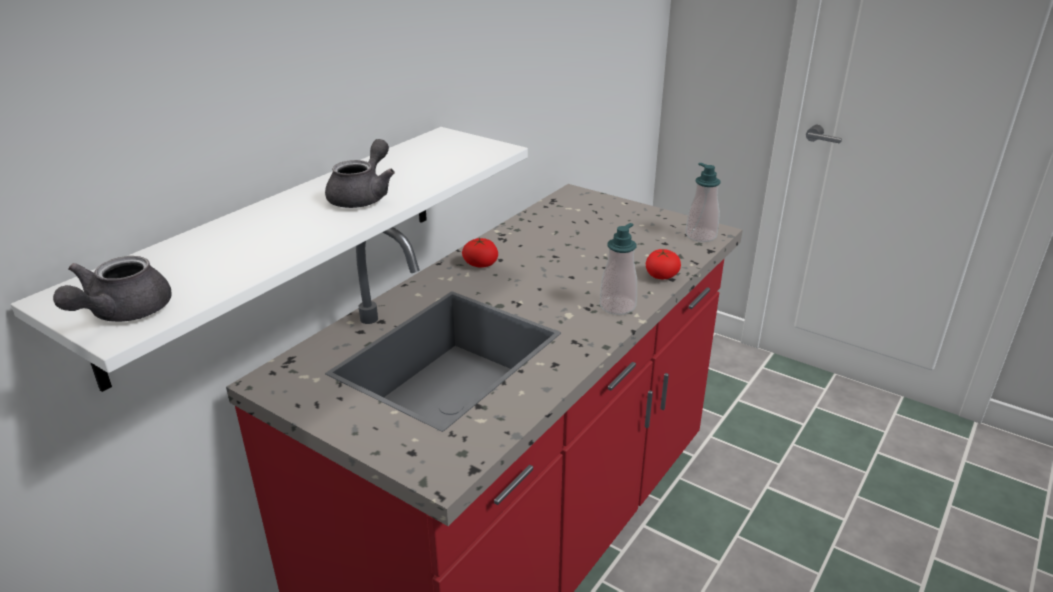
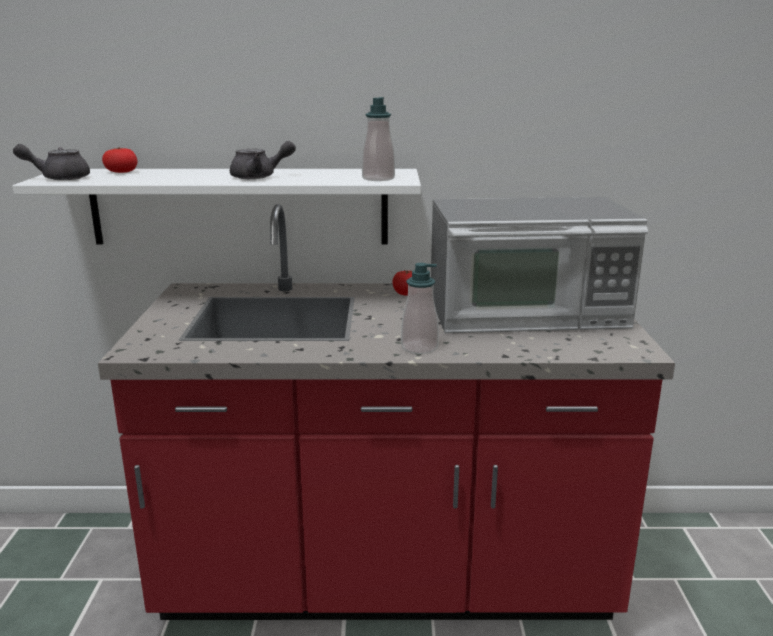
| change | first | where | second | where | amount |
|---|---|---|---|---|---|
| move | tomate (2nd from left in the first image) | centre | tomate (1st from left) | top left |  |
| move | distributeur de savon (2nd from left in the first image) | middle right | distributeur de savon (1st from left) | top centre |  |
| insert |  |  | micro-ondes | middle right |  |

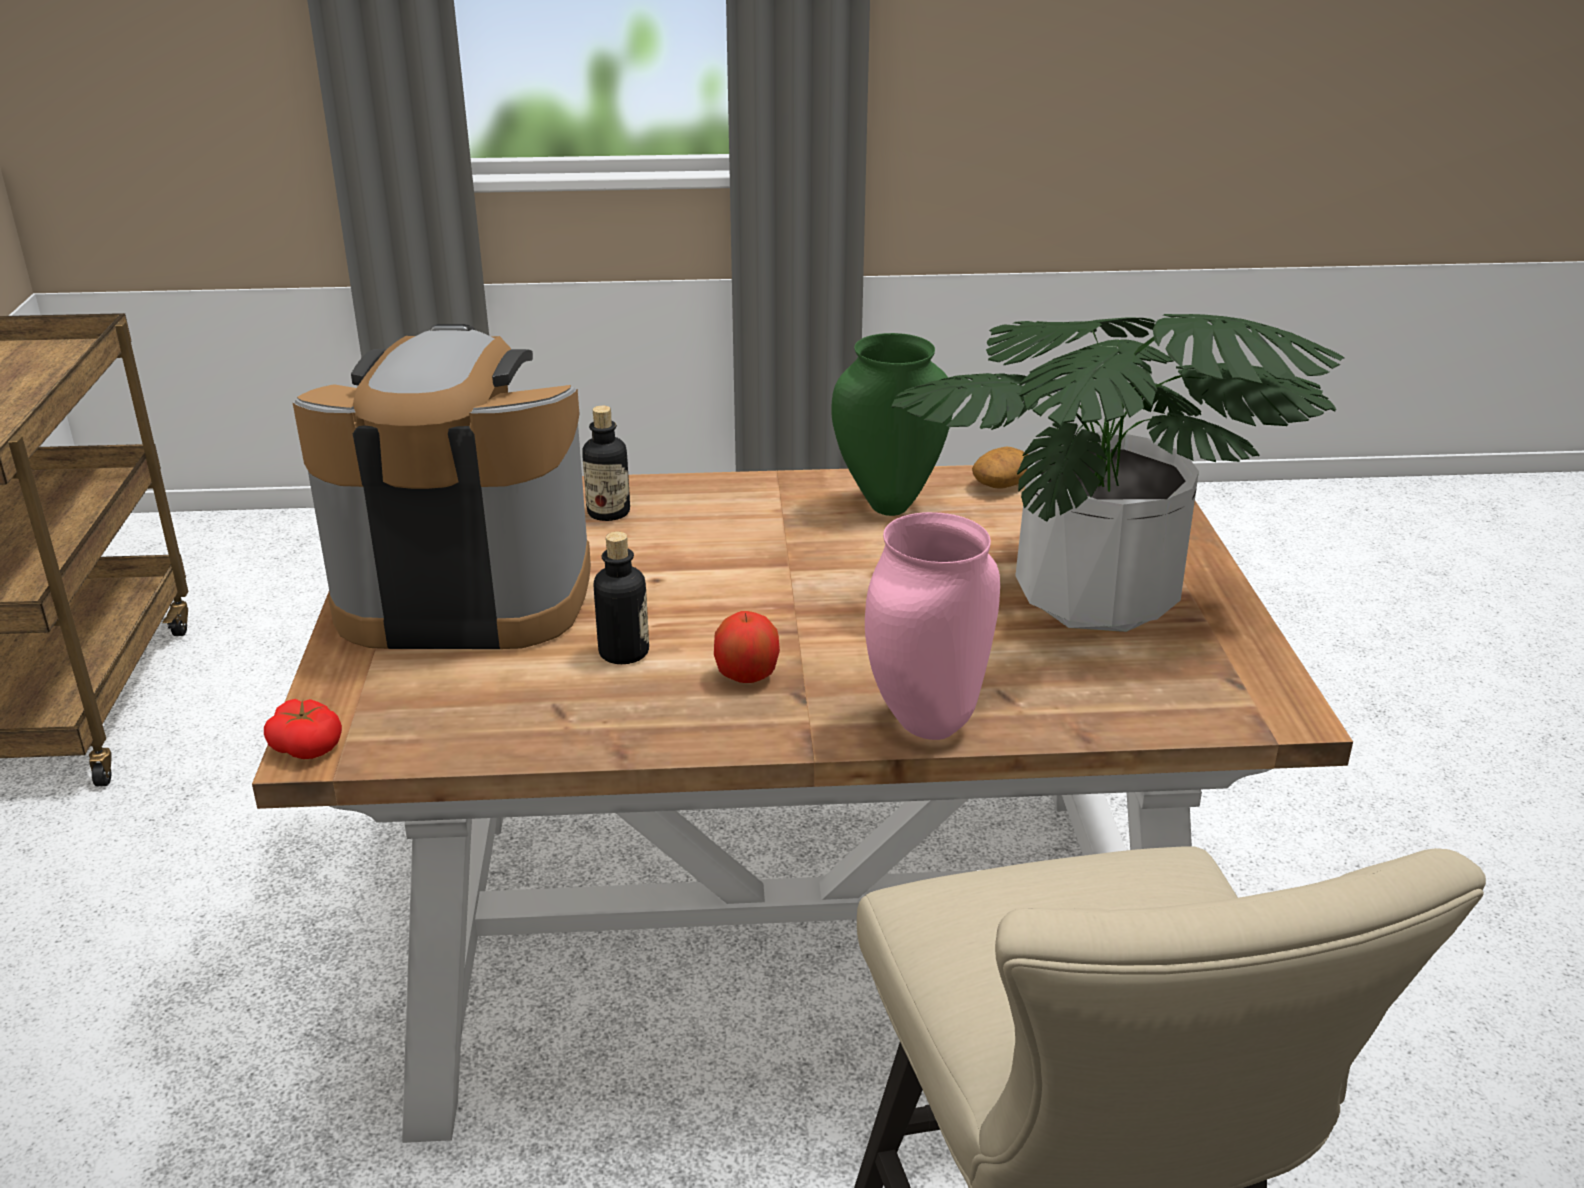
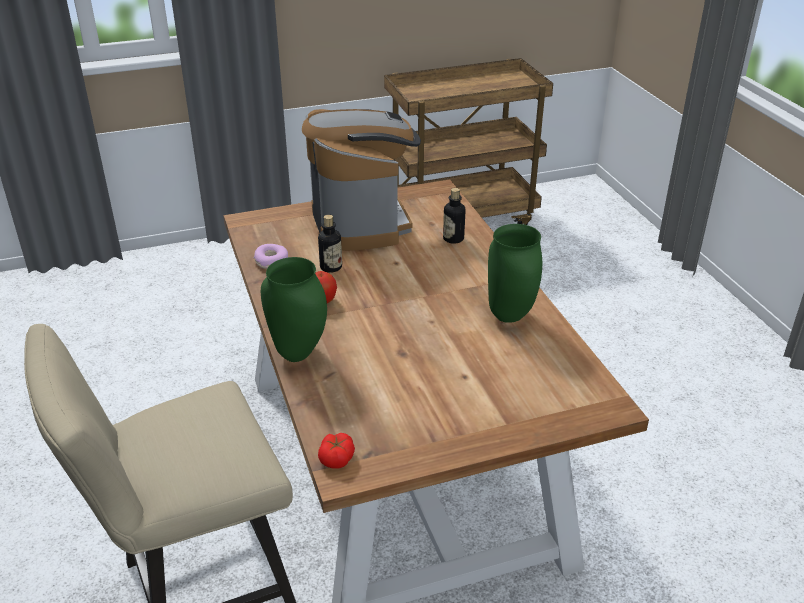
| change | first | where | second | where | amount |
|---|---|---|---|---|---|
| insert |  |  | beignet | centre |  |
| recolor | vase [rose] | centre | vase [vert] (1st from left) | centre |  |
| move | tomate | middle left |  | bottom centre |  |
| delete | plante en pot | middle right |  |  |  |
| delete | pomme de terre | centre |  |  |  |

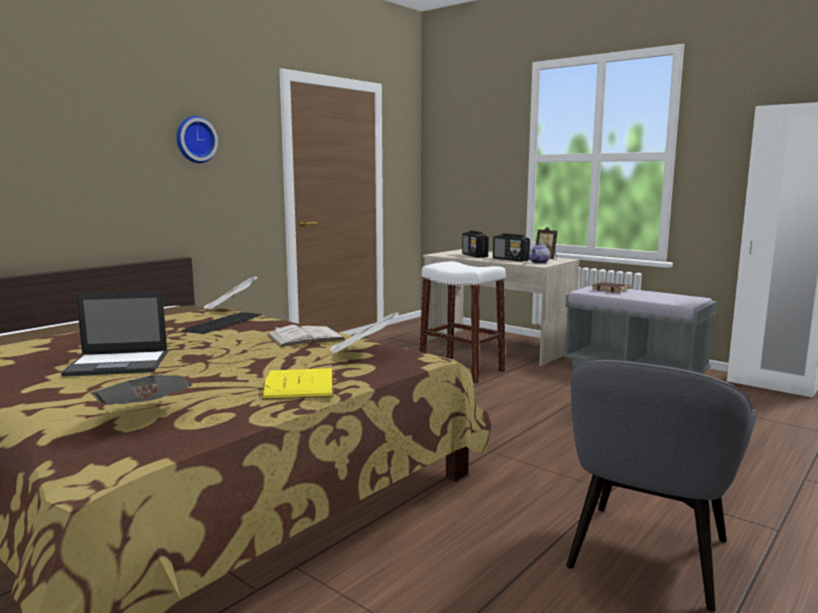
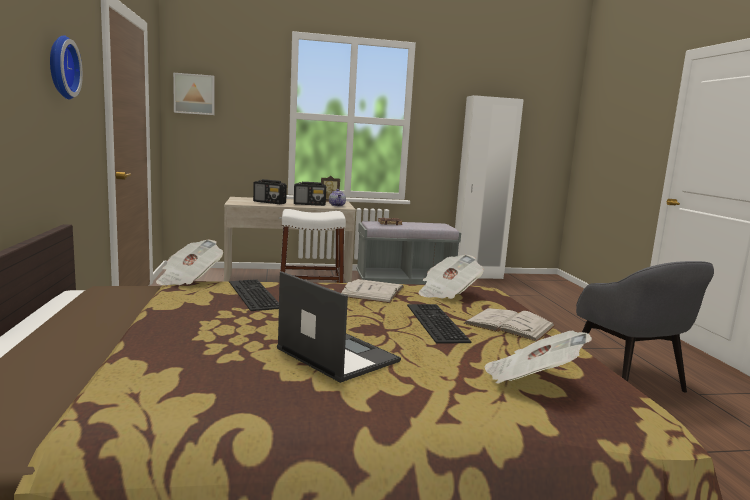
| change | first | where | second | where | amount |
|---|---|---|---|---|---|
| insert |  |  | tableau | top left |  |
| rotate | ordinateur portable | middle left |  | centre | 75 degrees counterclockwise |
| insert |  |  | clavier (2nd from left) | centre |  |
| recolor | livre [jaune] | centre | livre [blanc] (2nd from left) | middle right |  |

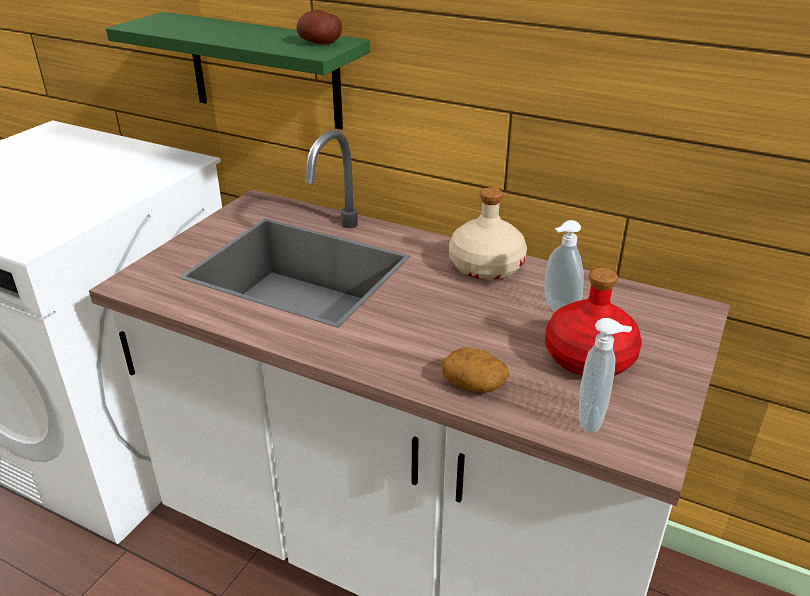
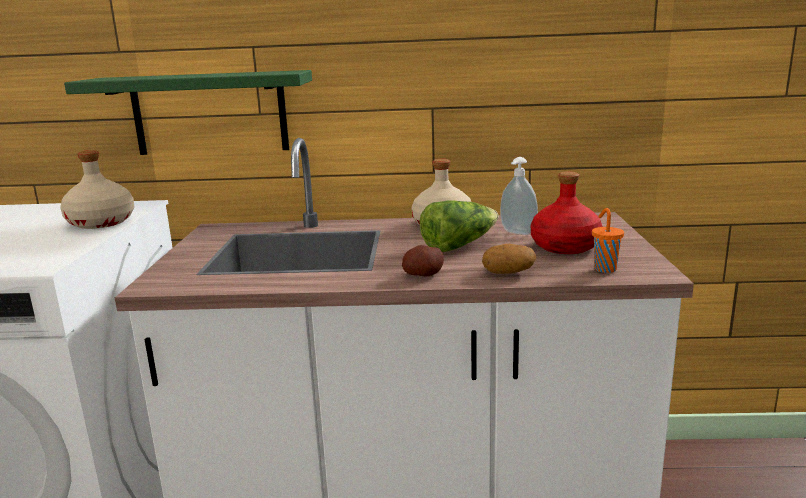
| change | first | where | second | where | amount |
|---|---|---|---|---|---|
| insert |  |  | bouteille [beige] (1st from left) | middle left |  |
| move | pomme de terre (1st from left) | top centre |  | centre |  |
| insert |  |  | laitue | centre |  |
| replace | distributeur de savon (2nd from left) | middle right | tasse [orange] | middle right |  |

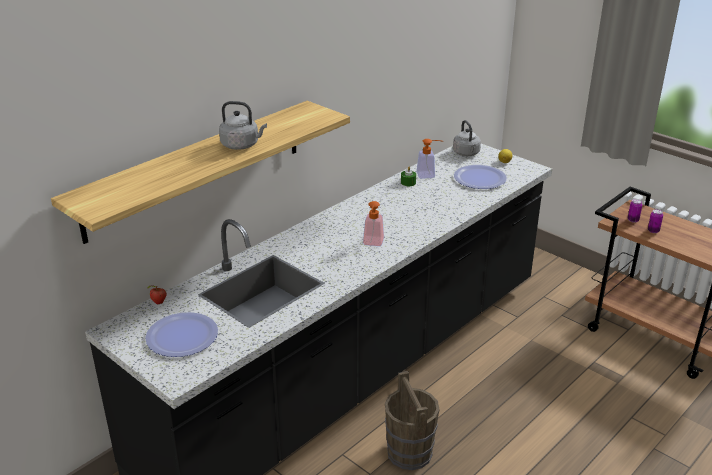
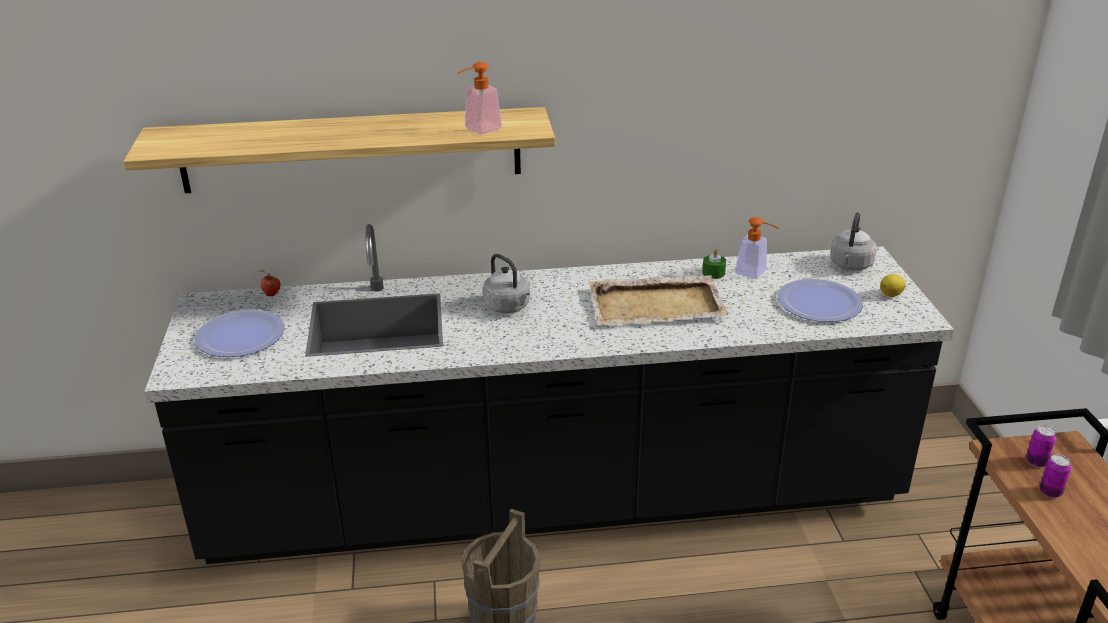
| change | first | where | second | where | amount |
|---|---|---|---|---|---|
| move | distributeur de savon (1st from left) | centre |  | top centre |  |
| move | bouilloire [gris] (1st from left) | top centre |  | centre |  |
| insert |  |  | plateau [beige] | centre |  |

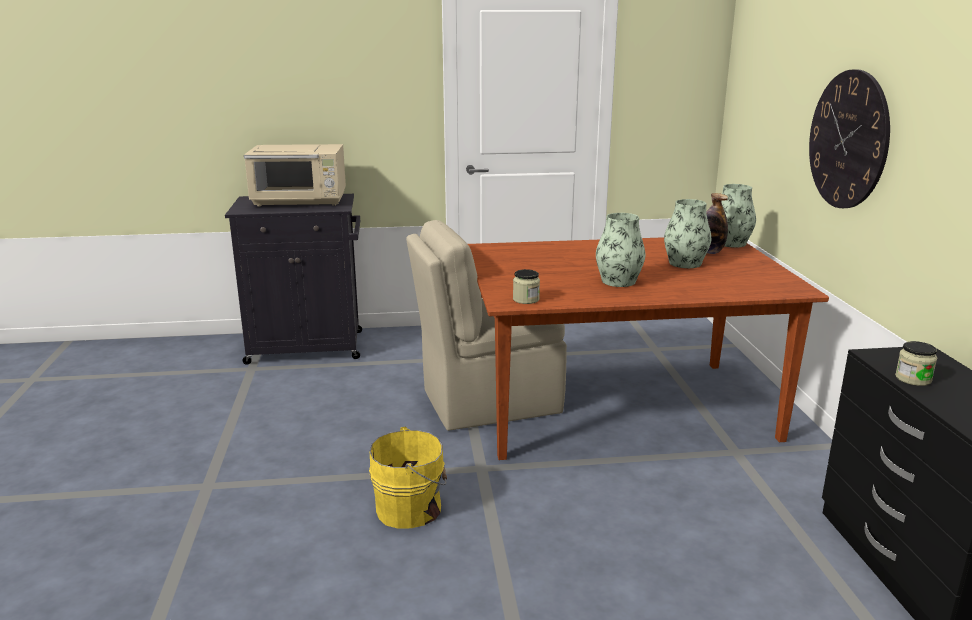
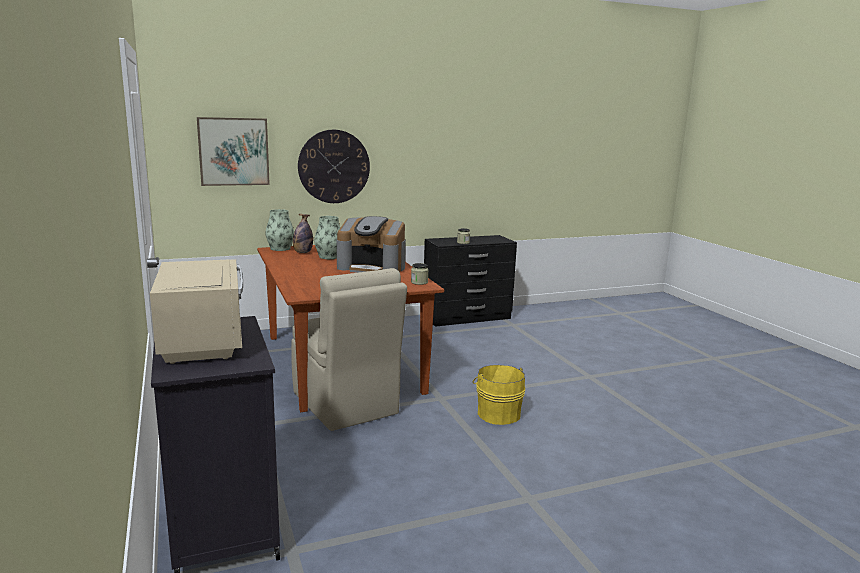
| change | first | where | second | where | amount |
|---|---|---|---|---|---|
| insert |  |  | tableau | top left |  |
| replace | vase (1st from left) | centre | machine à café | centre |  |

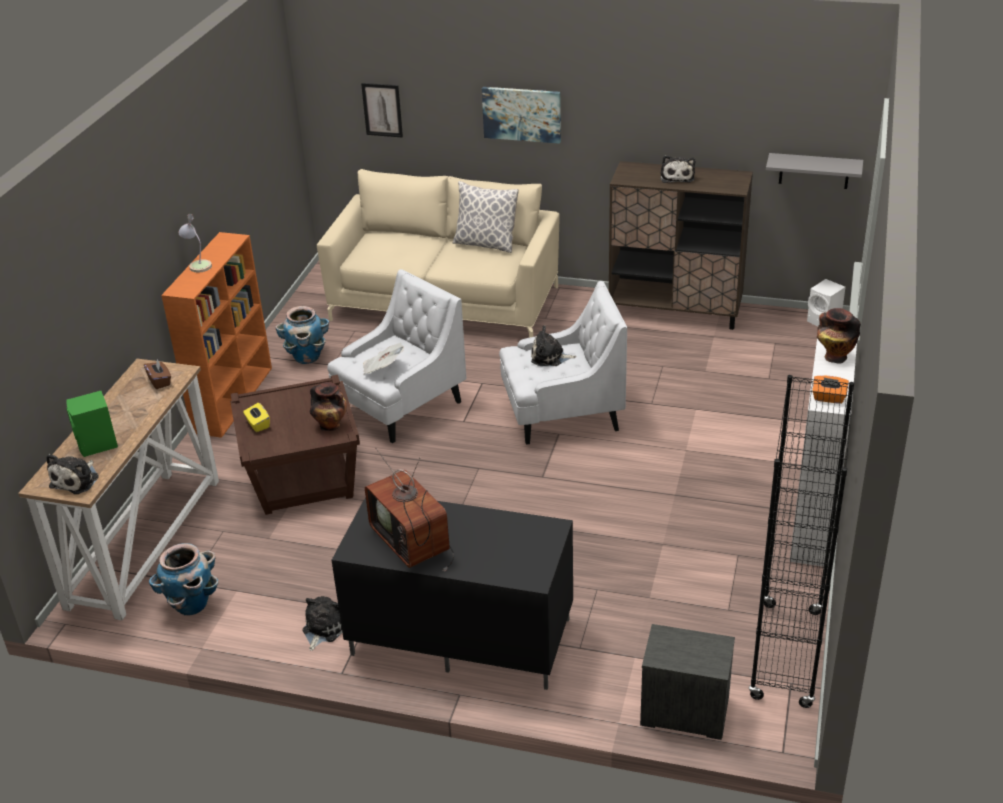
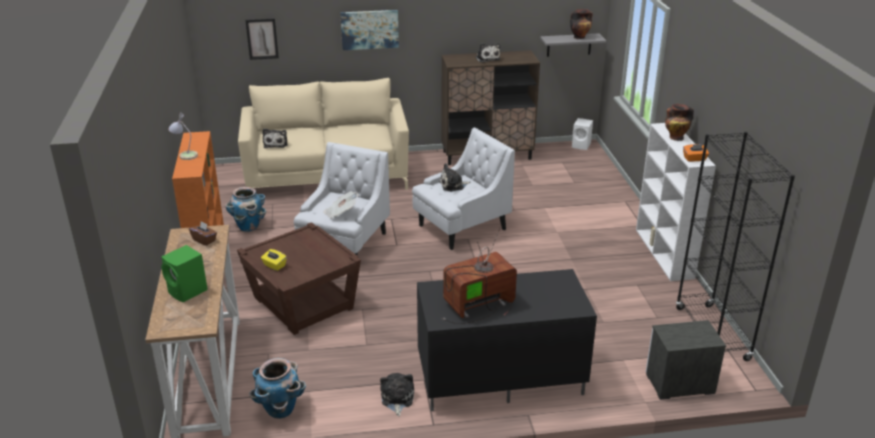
| change | first | where | second | where | amount |
|---|---|---|---|---|---|
| move | peluche (1st from left) | middle left |  | top left |  |
| rotate | téléviseur | centre |  | centre | 120 degrees clockwise |
| move | vase (1st from left) | middle left |  | top centre |  |
| delete | coussin | top centre |  |  |  |

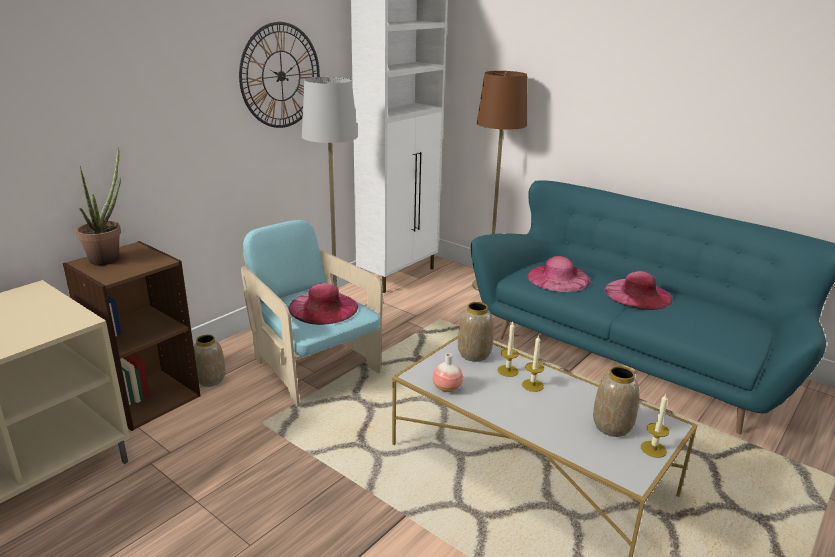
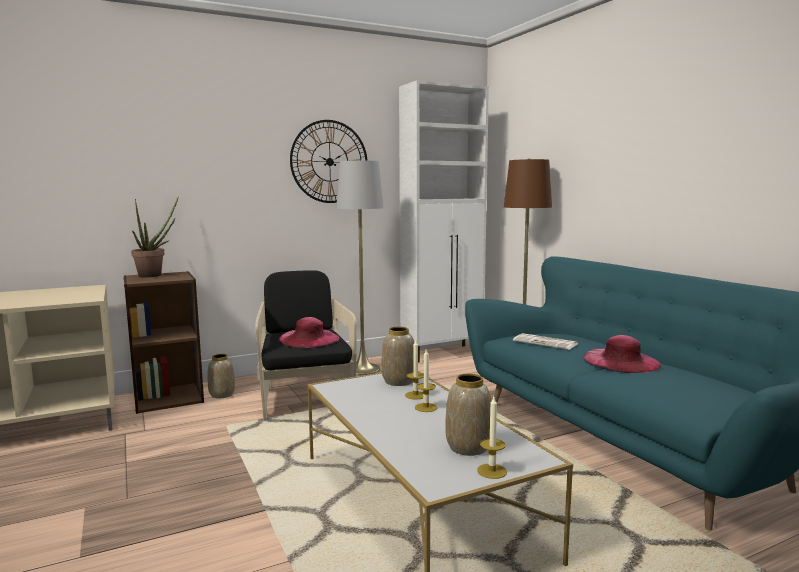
| change | first | where | second | where | amount |
|---|---|---|---|---|---|
| recolor | fauteuil [turquoise] | centre | fauteuil [noir] | centre |  |
| replace | chapeau [rose] (2nd from left) | middle right | journal | middle right |  |
| delete | vase (2nd from left) | bottom centre |  |  |  |

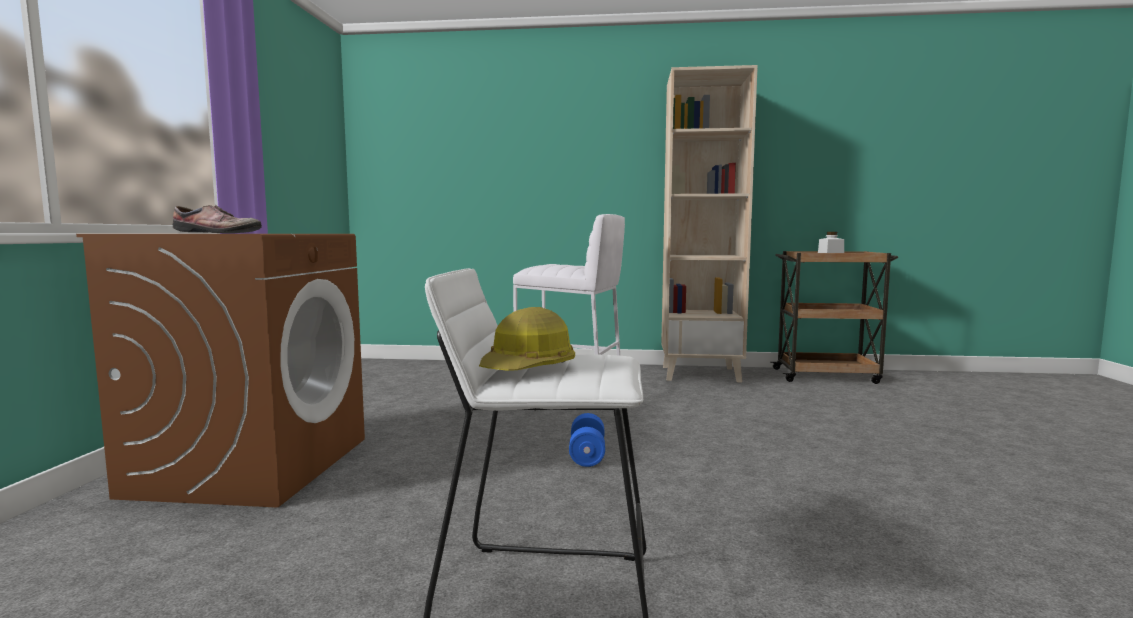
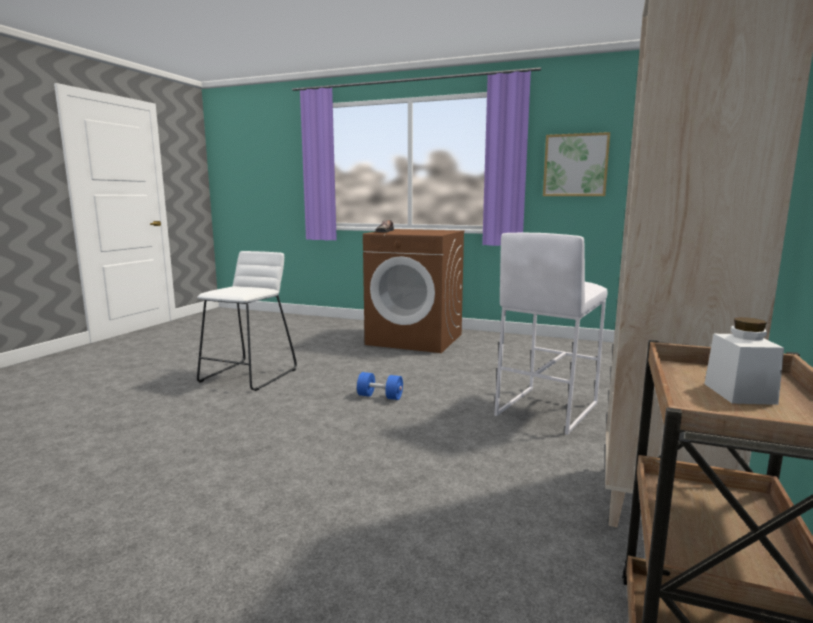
| change | first | where | second | where | amount |
|---|---|---|---|---|---|
| insert |  |  | tableau | top right |  |
| delete | casque de chantier | centre |  |  |  |

